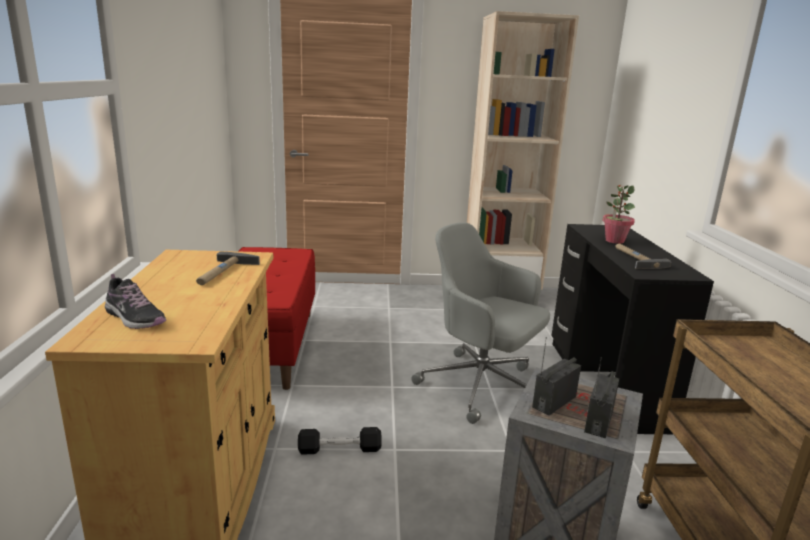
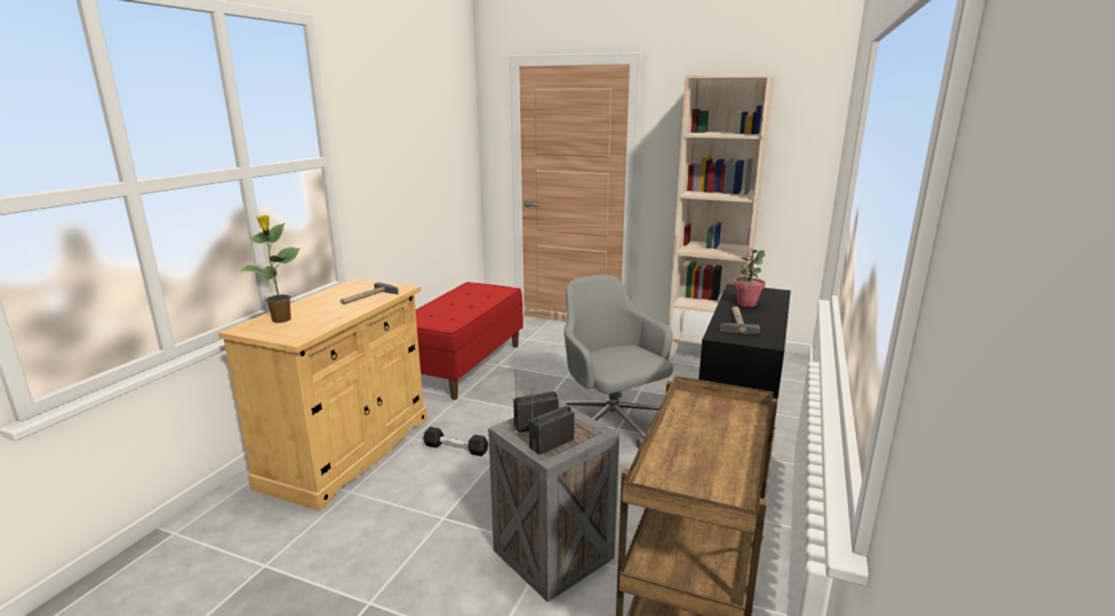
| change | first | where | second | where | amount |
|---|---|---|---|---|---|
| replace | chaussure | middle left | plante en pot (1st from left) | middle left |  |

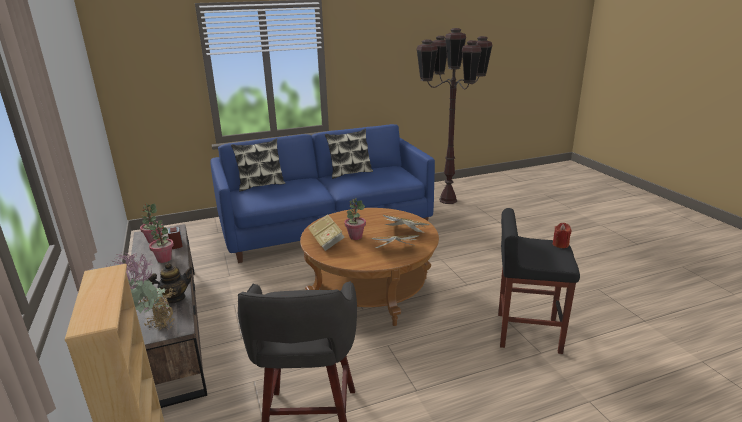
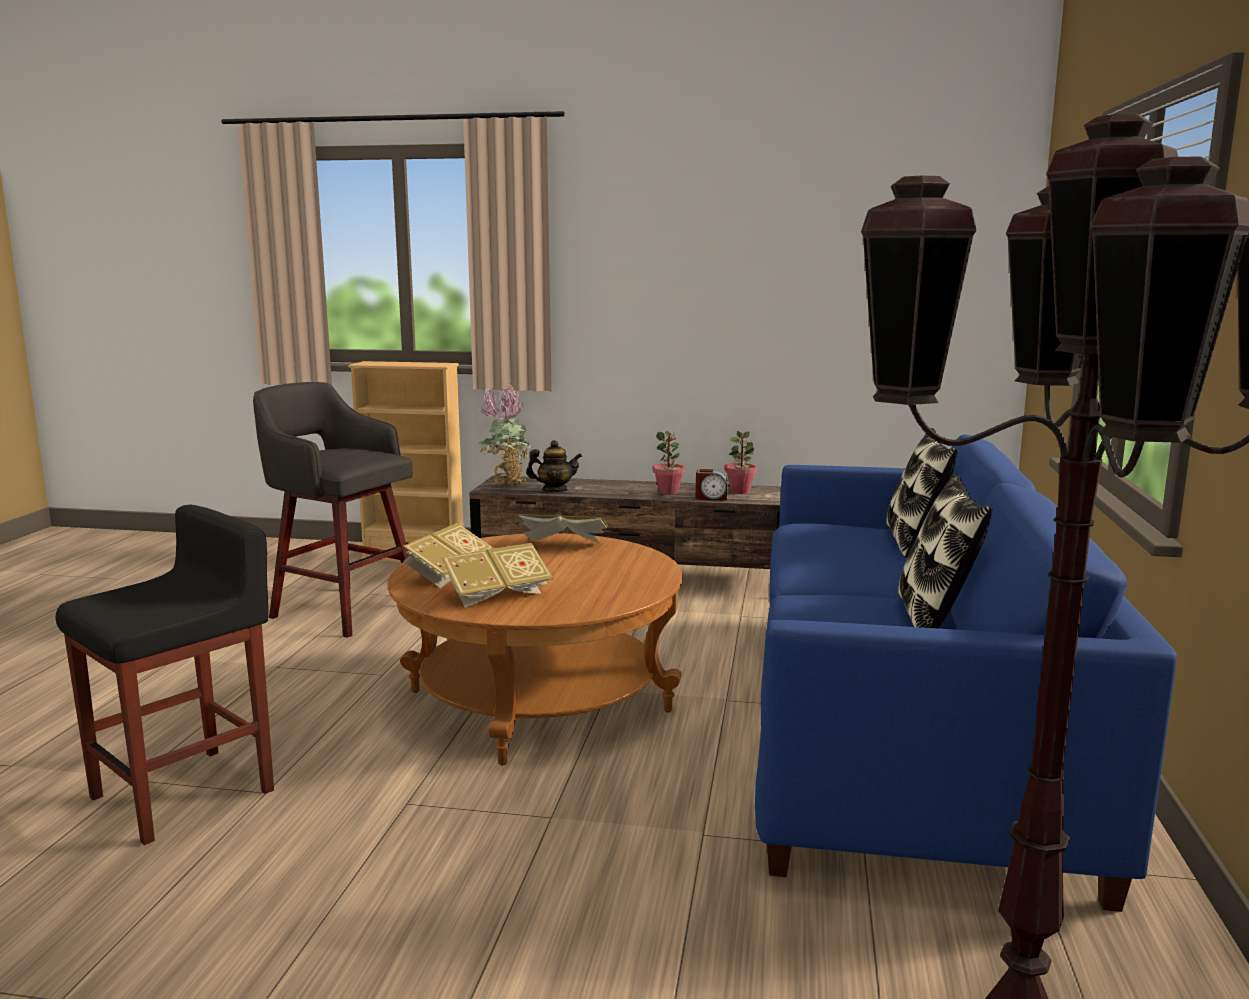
| change | first | where | second | where | amount |
|---|---|---|---|---|---|
| rotate | théière | bottom left |  | centre | 90 degrees counterclockwise |
| delete | plante en pot (4th from left) | centre |  |  |  |
| delete | bougie [rouge] | middle right |  |  |  |

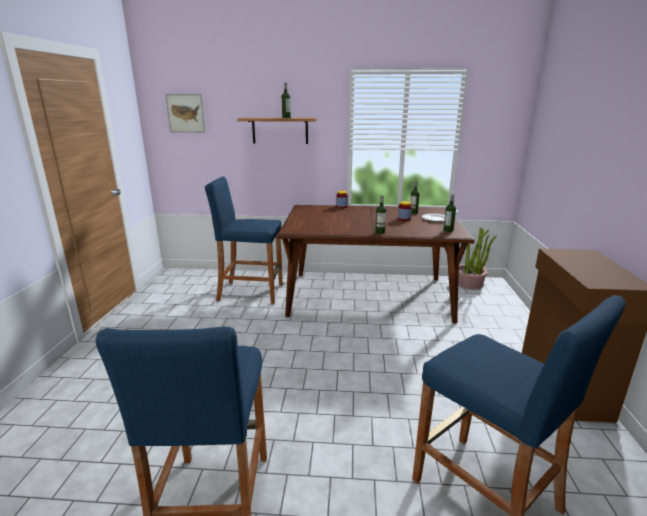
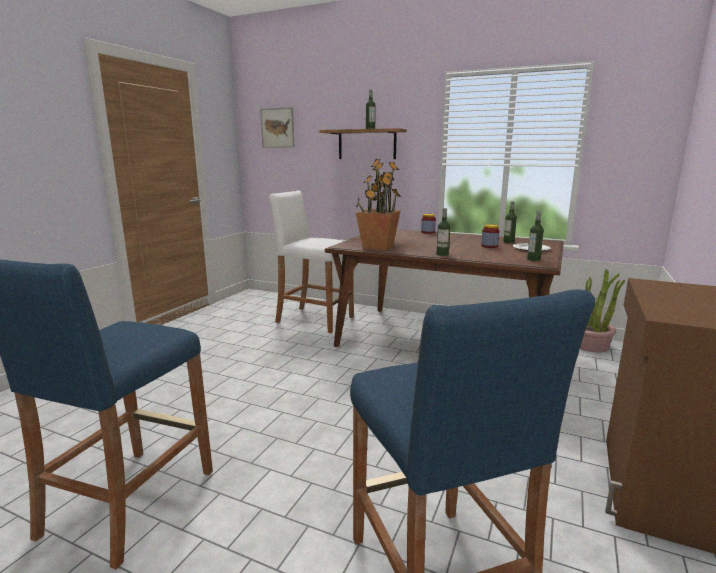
| change | first | where | second | where | amount |
|---|---|---|---|---|---|
| recolor | tabouret [bleu] (2nd from left) | centre | tabouret [blanc] | centre |  |
| insert |  |  | plante en pot (1st from left) | centre |  |

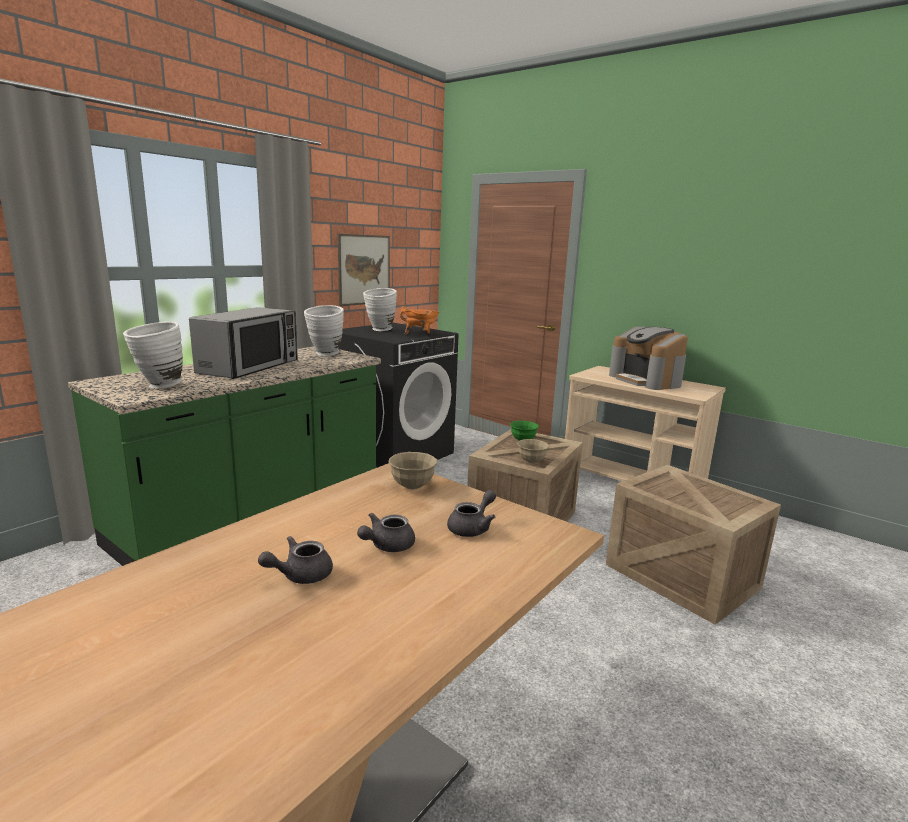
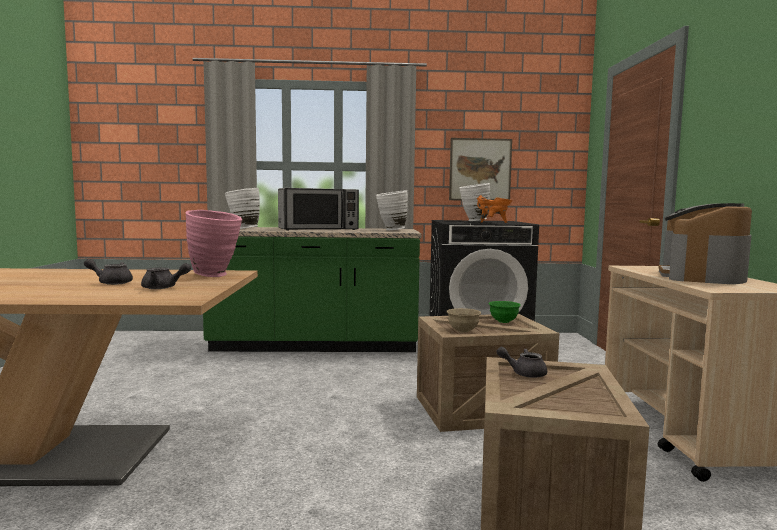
| change | first | where | second | where | amount |
|---|---|---|---|---|---|
| replace | bol [beige] (1st from left) | centre | vase [rose] | middle left |  |
| move | théière [gris] (1st from left in the first image) | bottom left | théière [gris] (3rd from left) | bottom right |  |

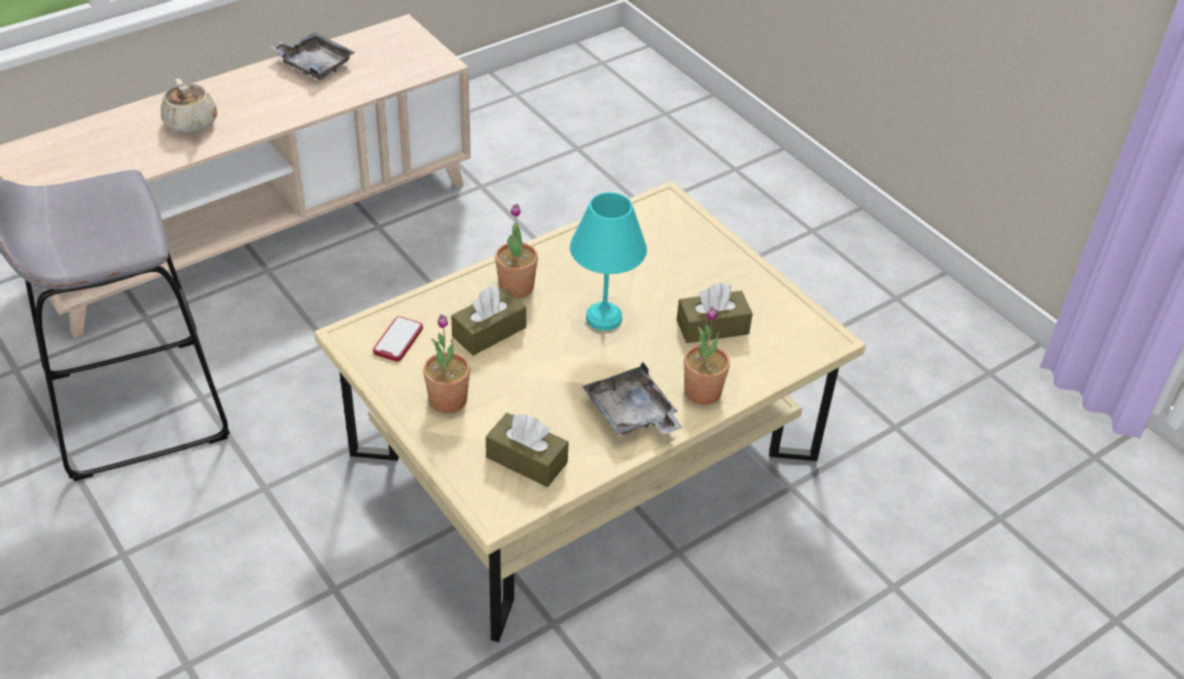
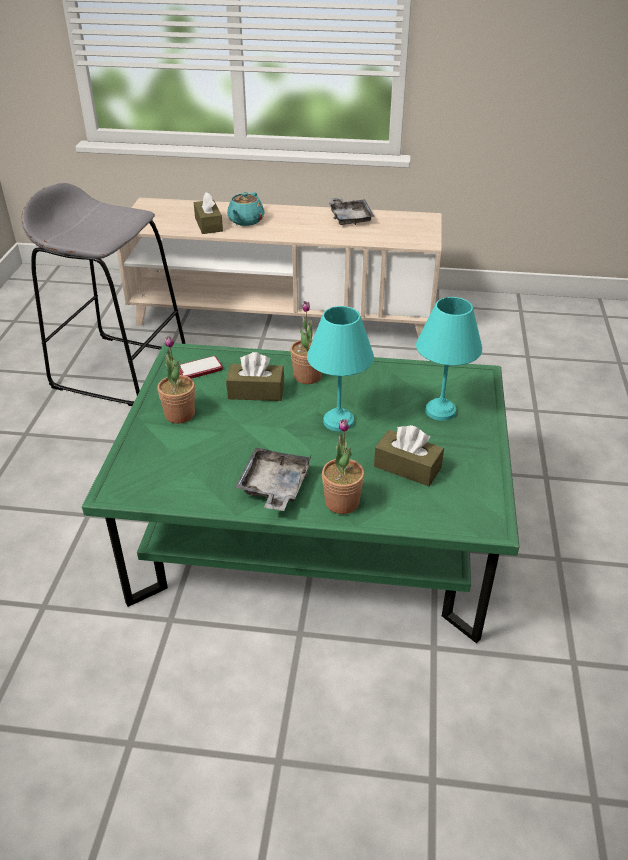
| change | first | where | second | where | amount |
|---|---|---|---|---|---|
| recolor | table basse [beige] | centre | table basse [vert] | centre |  |
| move | boîte à mouchoirs [marron] (2nd from left in the first image) | centre | boîte à mouchoirs [marron] (1st from left) | top left |  |
| recolor | théière [beige] | top left | théière [turquoise] | top centre |  |
| insert |  |  | lampe de table [turquoise] (2nd from left) | middle right |  |

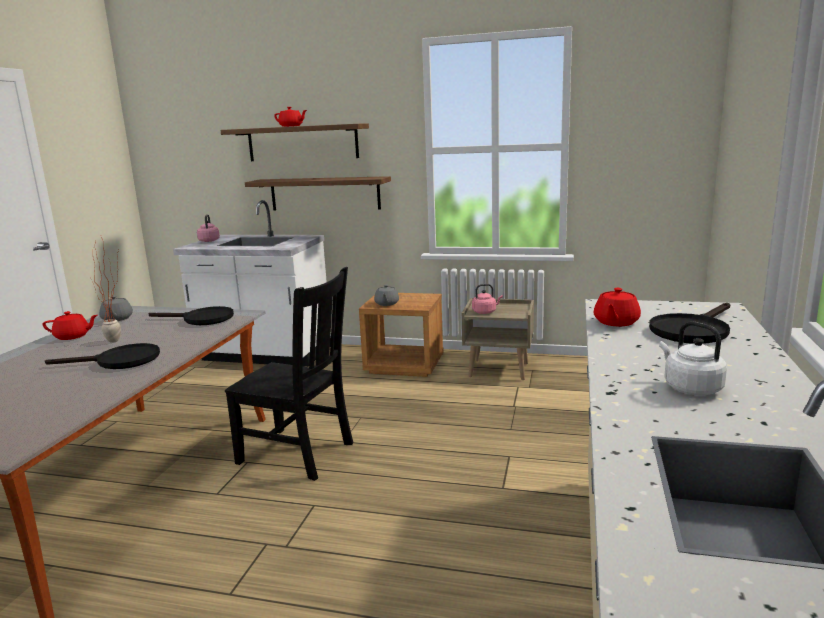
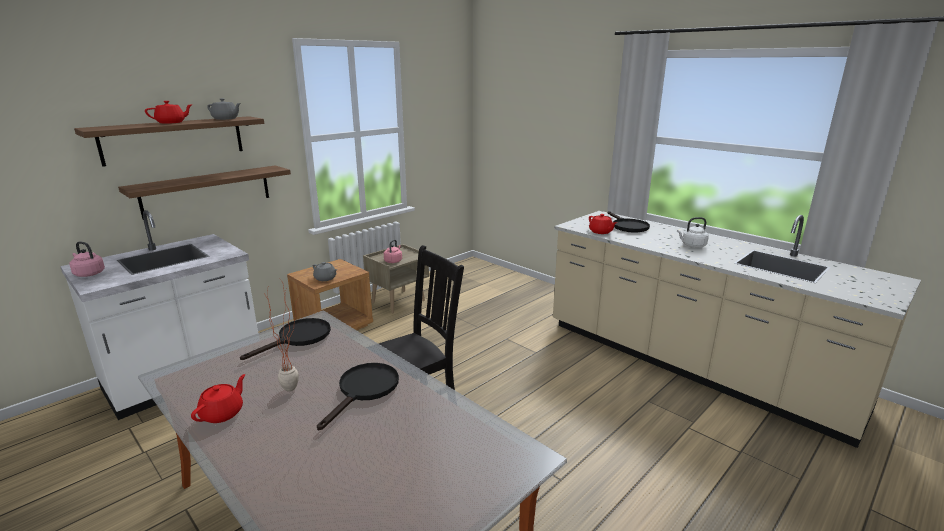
| change | first | where | second | where | amount |
|---|---|---|---|---|---|
| move | théière [gris] (1st from left) | middle left |  | top left |  |

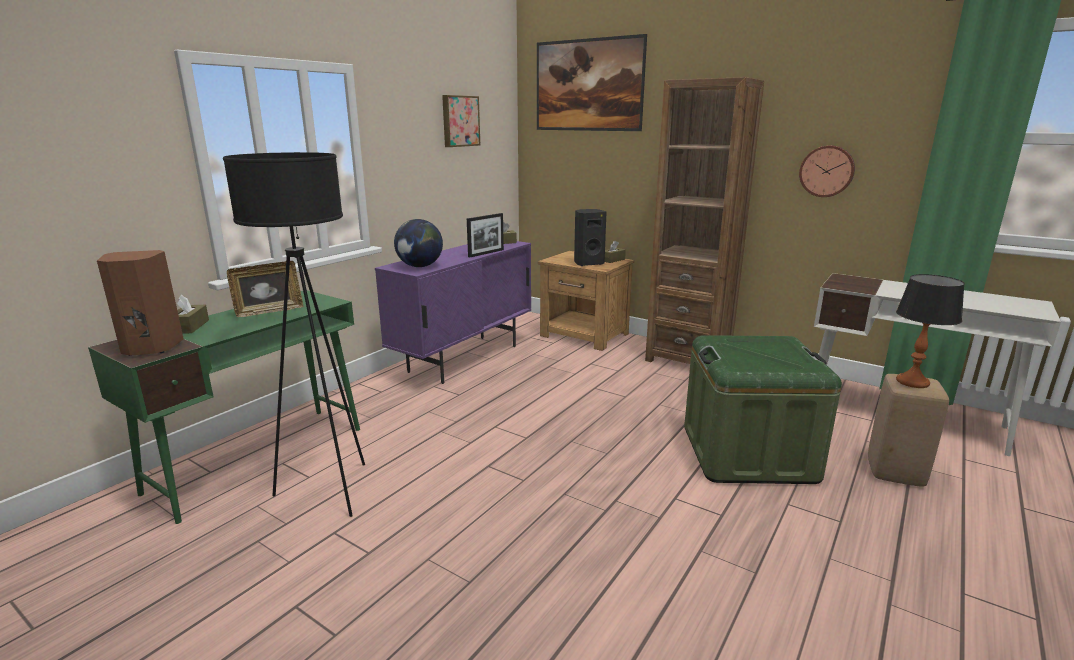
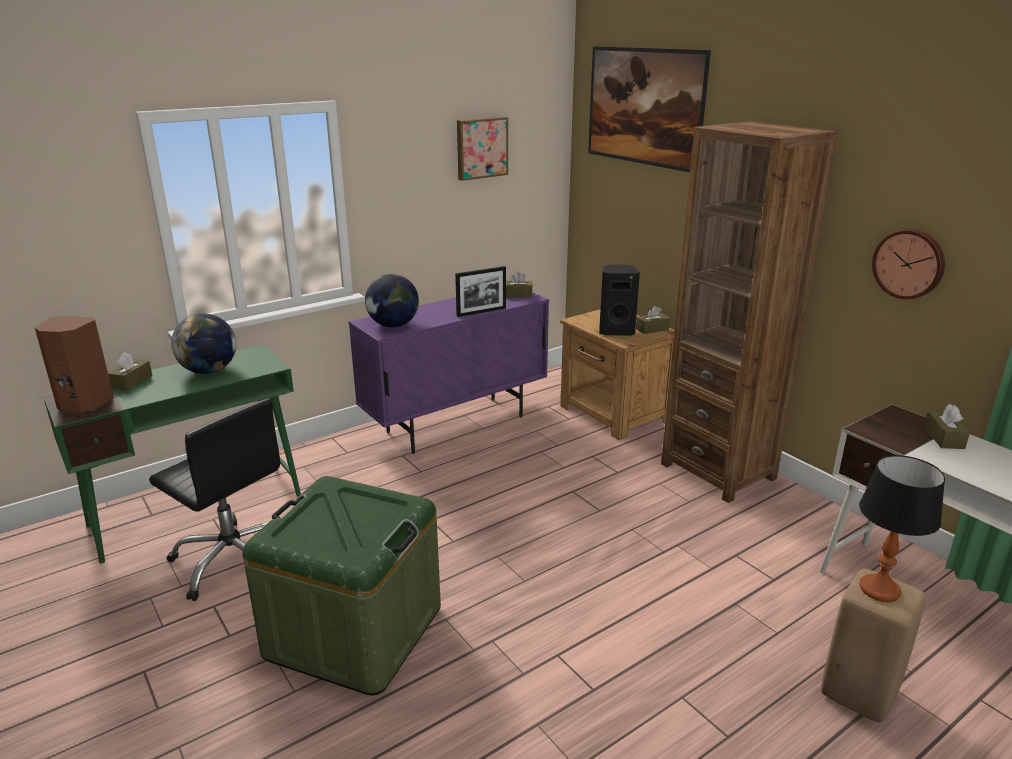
| change | first | where | second | where | amount |
|---|---|---|---|---|---|
| replace | lampadaire [noir] | middle left | chaise de bureau [noir] | middle left |  |
| replace | cadre photo (1st from left) | middle left | globe (1st from left) | middle left |  |
| move | boîte de rangement [vert] | middle right |  | bottom centre |  |
| insert |  |  | boîte à mouchoirs [marron] (4th from left) | middle right |  |

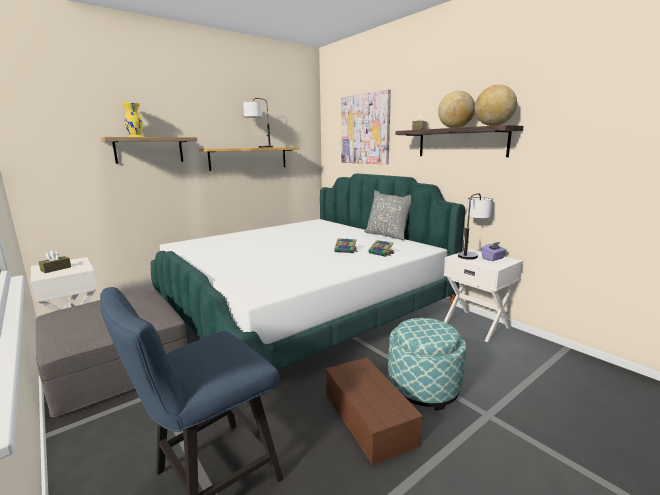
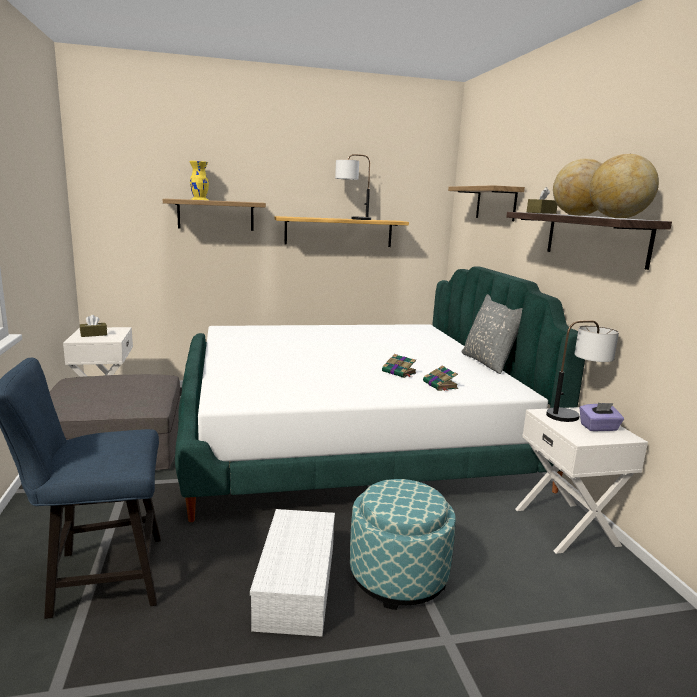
| change | first | where | second | where | amount |
|---|---|---|---|---|---|
| recolor | boîte de rangement [marron] | bottom centre | boîte de rangement [blanc] | bottom centre |  |
| replace | tableau | top centre | étagère (3rd from left) | top right |  |

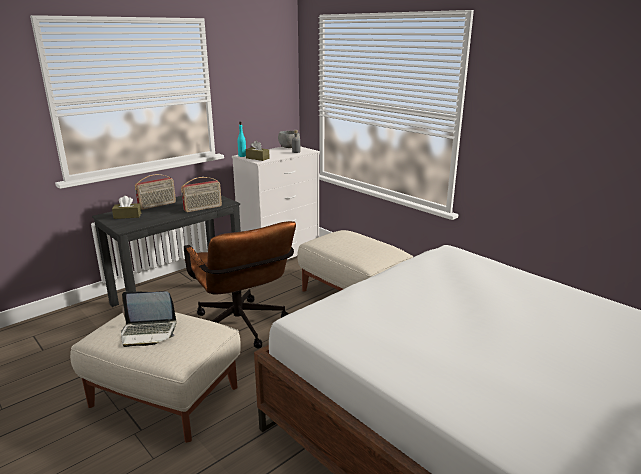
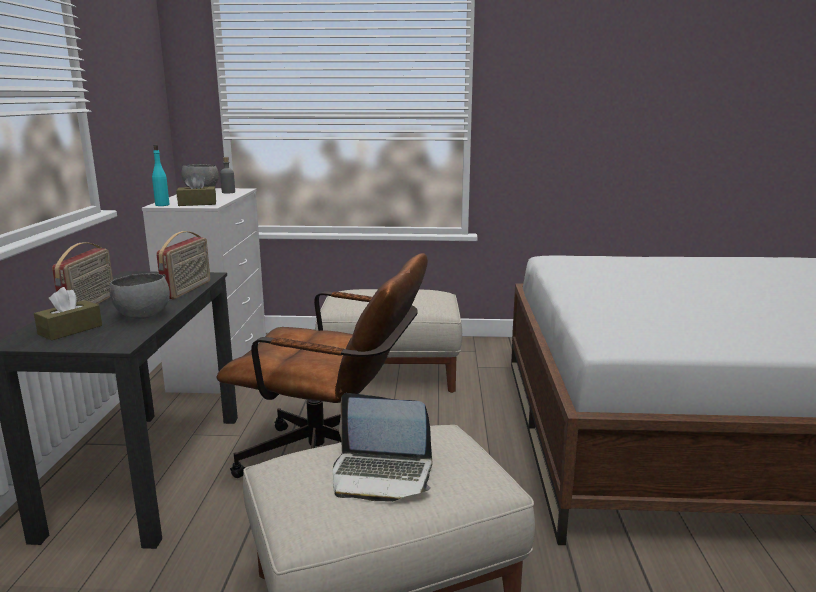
| change | first | where | second | where | amount |
|---|---|---|---|---|---|
| insert |  |  | bol [gris] (1st from left) | middle left |  |
| rotate | ordinateur portable | bottom left |  | bottom centre | 60 degrees clockwise |

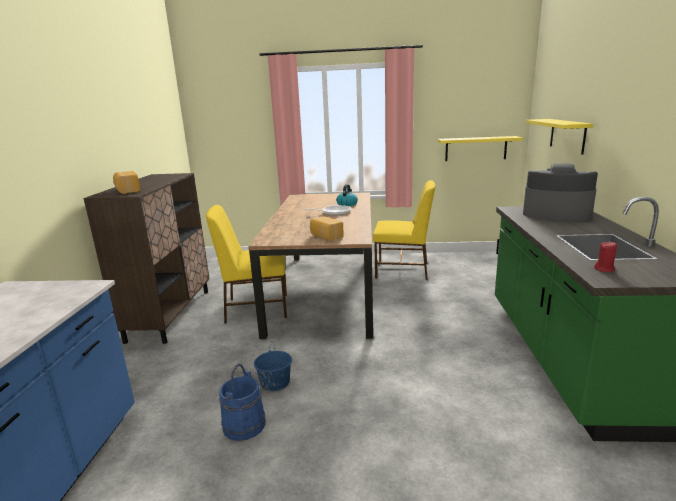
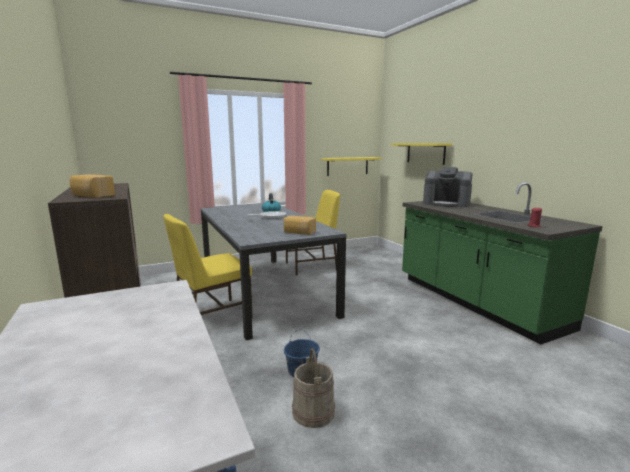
| change | first | where | second | where | amount |
|---|---|---|---|---|---|
| recolor | table à manger [marron] | centre | table à manger [gris] | centre |  |
| recolor | seau [bleu] (1st from left) | bottom centre | seau [beige] | bottom centre |  |
| rotate | machine à café | middle right |  | middle right | 150 degrees counterclockwise |

